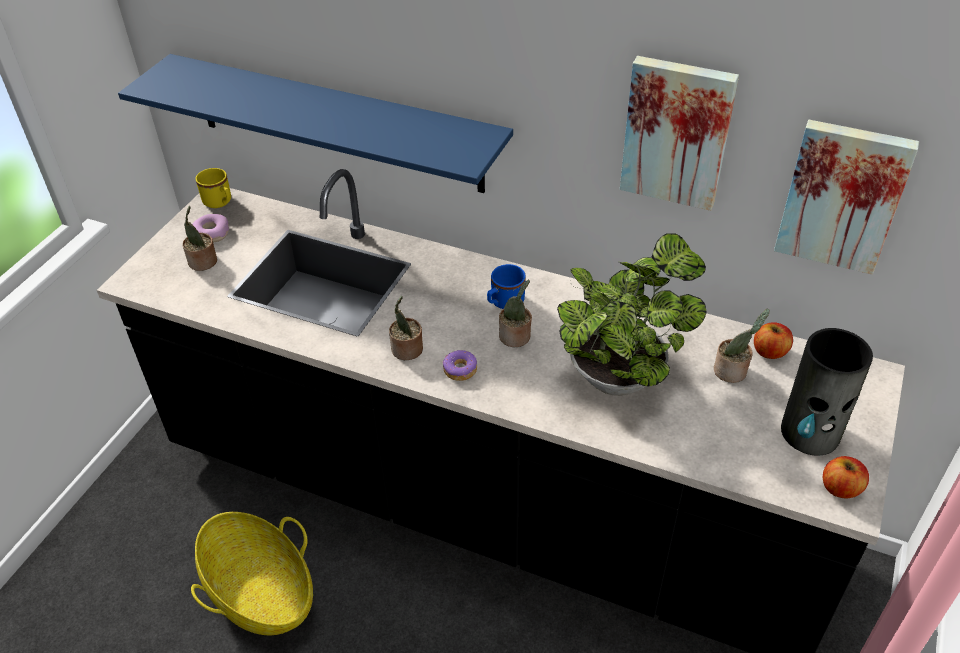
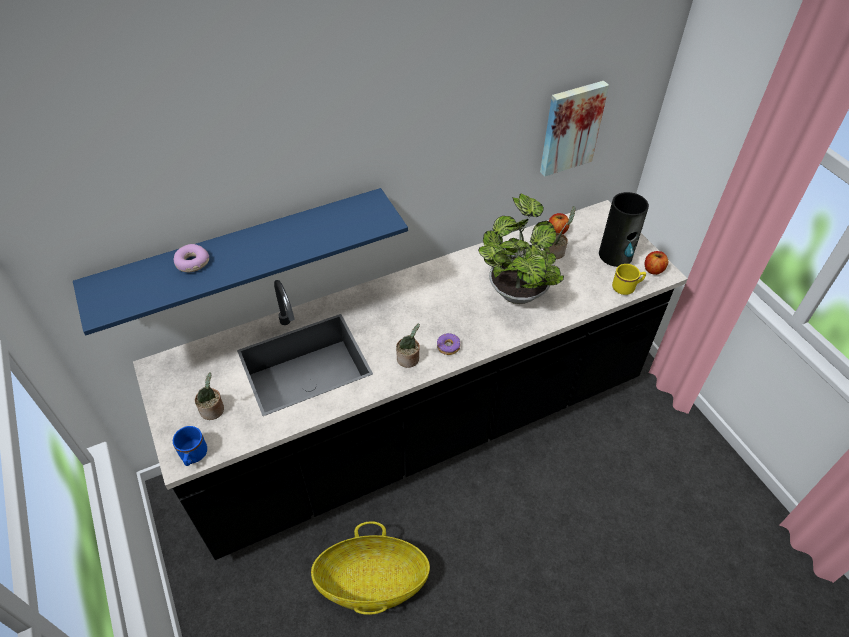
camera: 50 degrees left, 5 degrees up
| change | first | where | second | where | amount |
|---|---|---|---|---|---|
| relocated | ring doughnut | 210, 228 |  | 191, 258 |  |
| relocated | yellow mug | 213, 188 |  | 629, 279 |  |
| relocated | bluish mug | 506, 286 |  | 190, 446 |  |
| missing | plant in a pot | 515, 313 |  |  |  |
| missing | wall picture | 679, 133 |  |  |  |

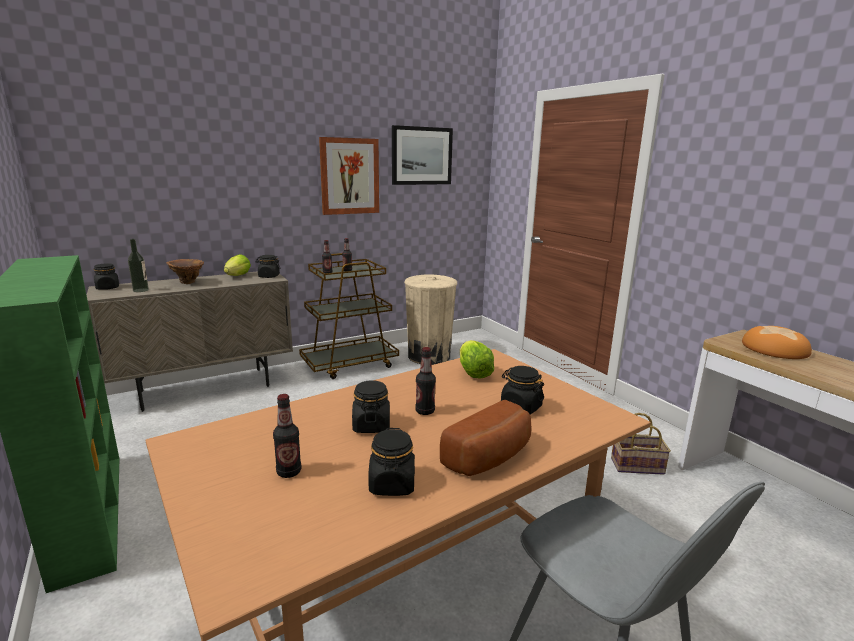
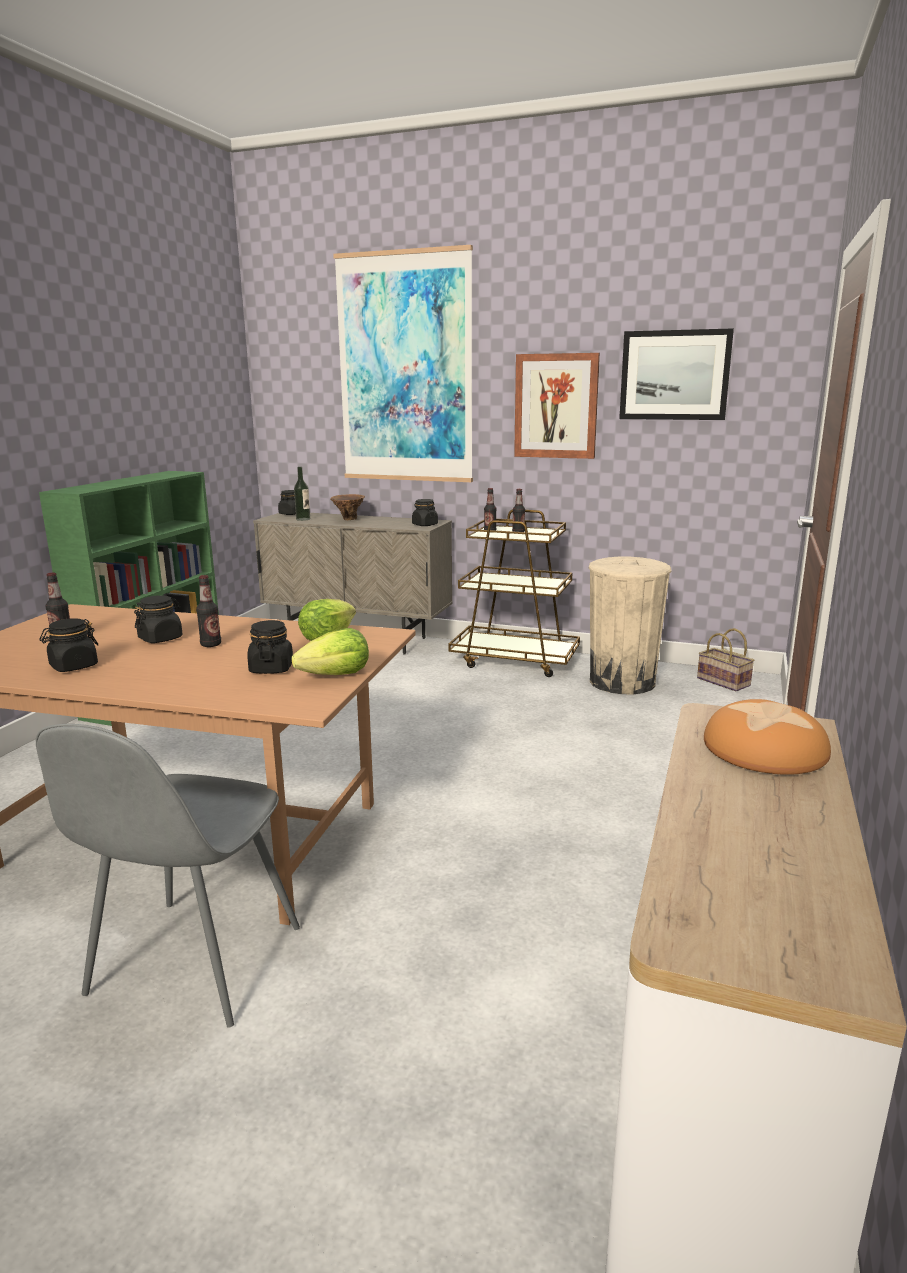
camera: 50 degrees right, 0 degrees up
| change | first | where | second | where | amount |
|---|---|---|---|---|---|
| relocated | lettuce head | 237, 265 |  | 330, 651 |  |
| missing | bakery bread | 485, 438 |  |  |  |
| relocated | storage basket | 641, 444 |  | 726, 659 |  |
| appeared |  |  | wall picture | 403, 363 |  |

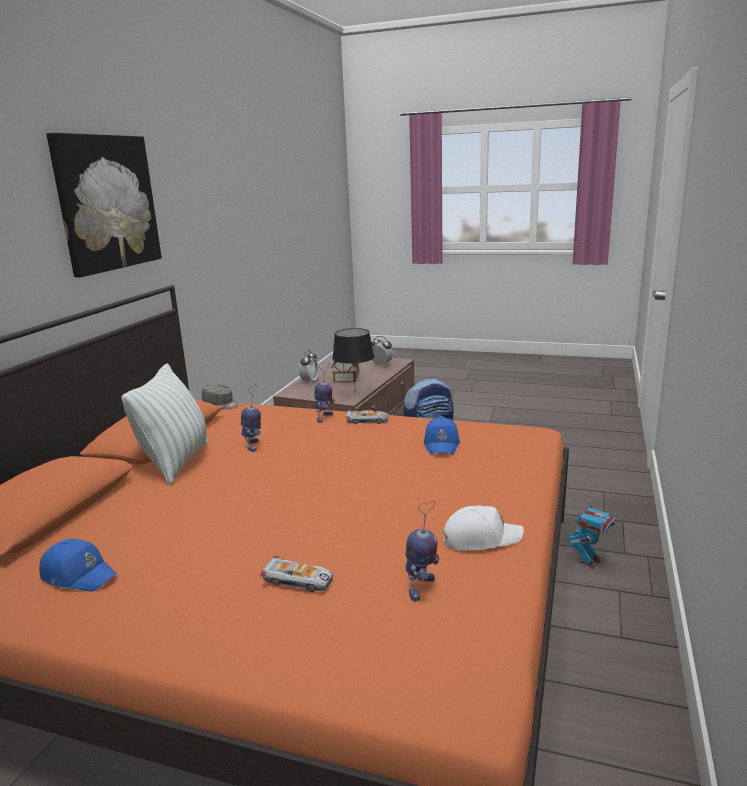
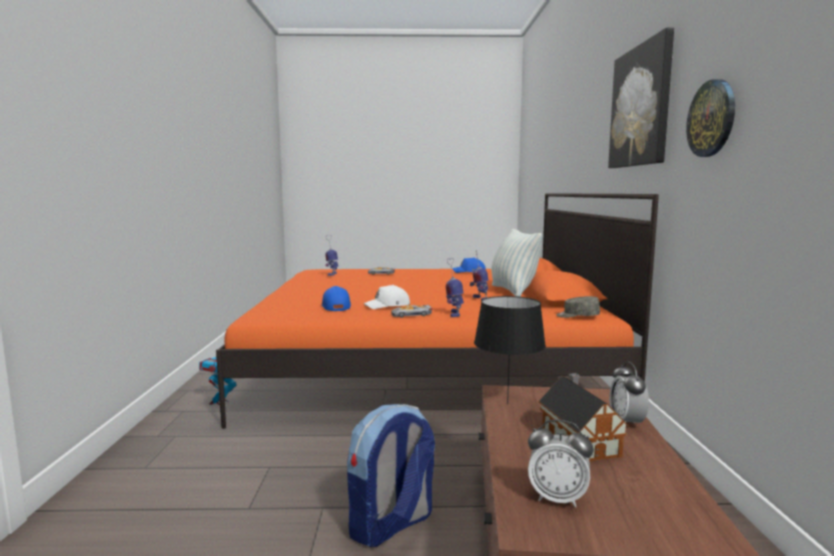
camera: 160 degrees right, 10 degrees down
| change | first | where | second | where | amount |
|---|---|---|---|---|---|
| relocated | white cap | 483, 528 |  | 387, 297 |  |
| appeared |  |  | hanging clock | 710, 118 |  |

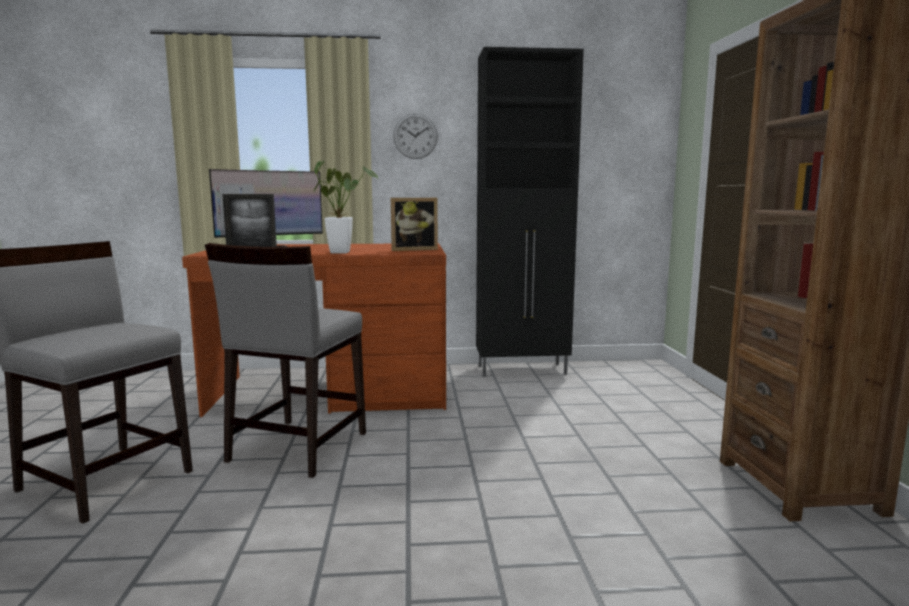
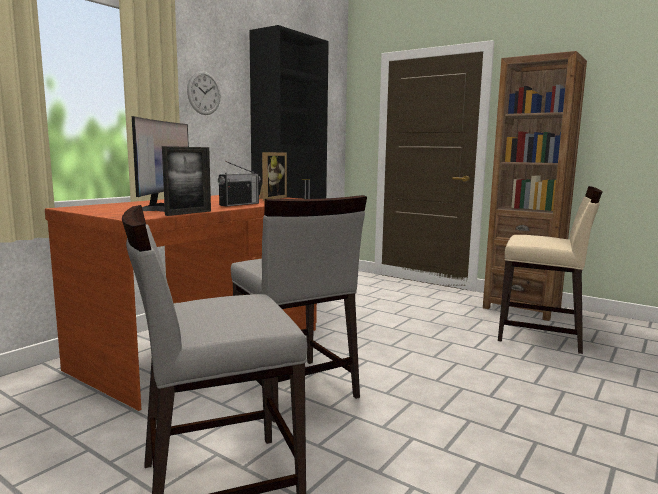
camera: 50 degrees left, 0 degrees up
| change | first | where | second | where | amount |
|---|---|---|---|---|---|
| exchanged | plant in a pot | 346, 207 | radio | 239, 184 |  |
| appeared |  |  | sand-coloured chair | 550, 270 |  |

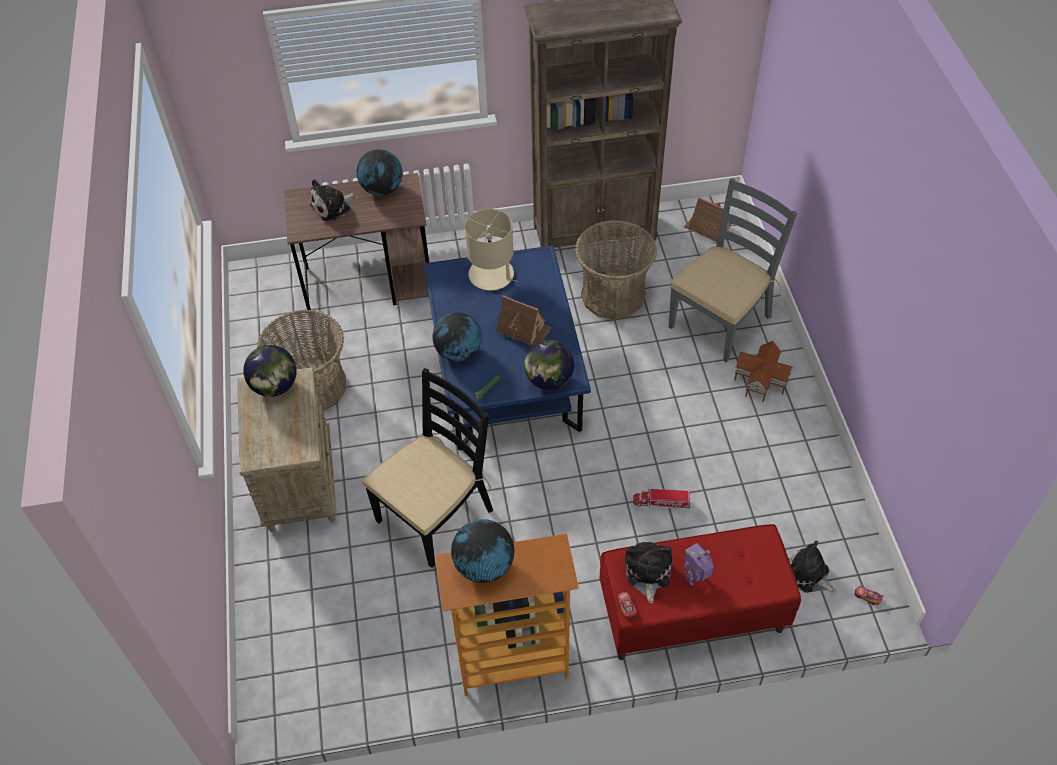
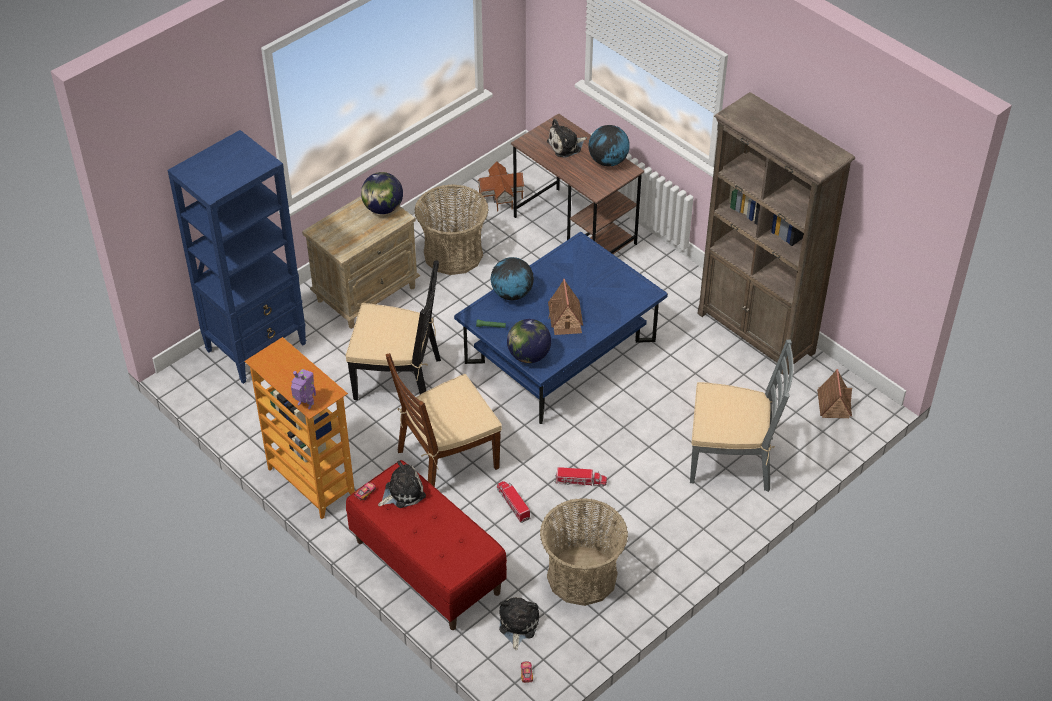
camera: 55 degrees right, 5 degrees down
| change | first | where | second | where | amount |
|---|---|---|---|---|---|
| spun | cuddly toy | 332, 200 |  | 567, 138 | 45 degrees counterclockwise |
| missing | world globe | 482, 551 |  |  |  |
| missing | sand-coloured lamp for a table | 491, 249 |  |  |  |
| relocated | storage basket | 616, 270 |  | 584, 552 |  |
| relocated | toy robot | 698, 564 |  | 303, 389 |  |
| relocated | toy house | 763, 371 |  | 500, 186 |  |
| appeared |  |  | bluish bookshelf | 237, 257 |  |
| appeared |  |  | brown-coloured chair | 444, 420 |  |
| appeared |  |  | model truck | 581, 477 |  |

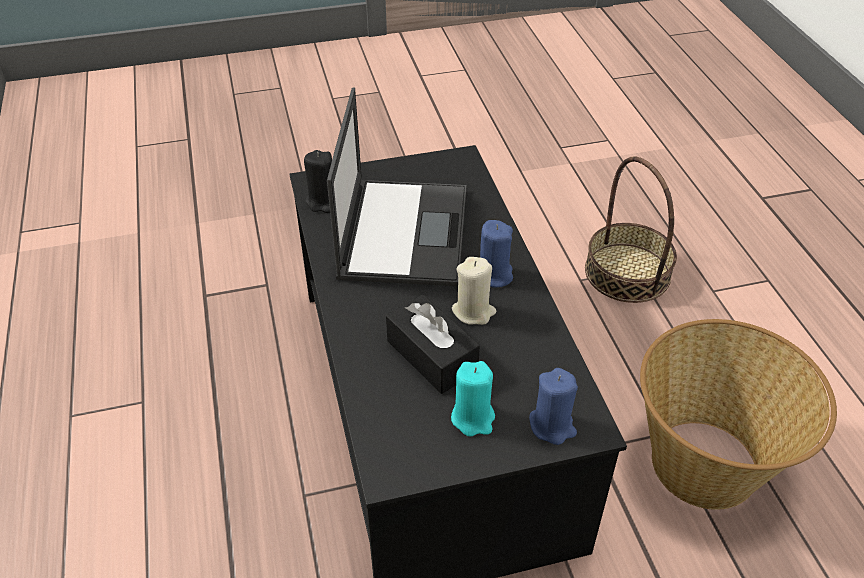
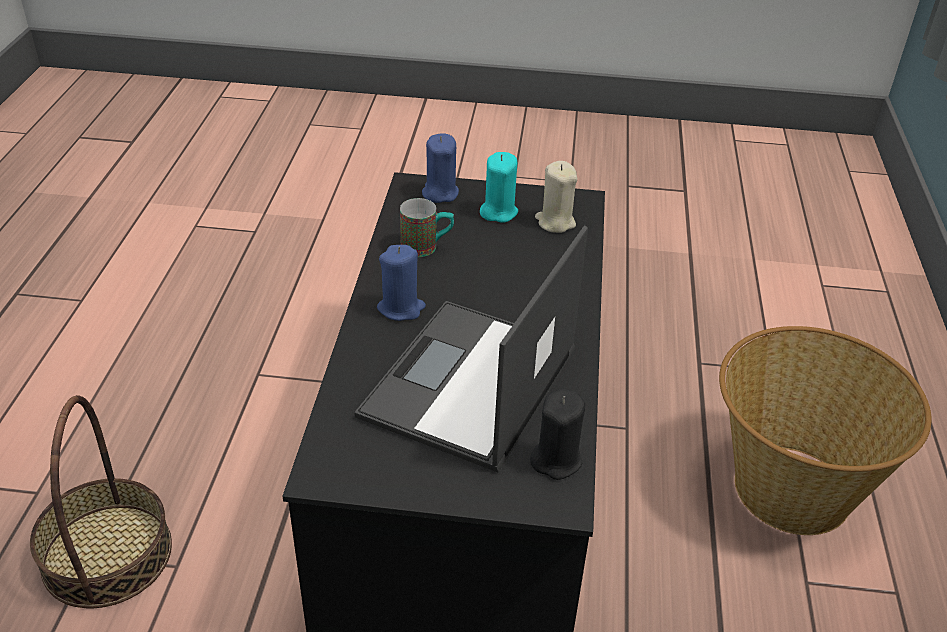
camera: 160 degrees left, 5 degrees down
| change | first | where | second | where | amount |
|---|---|---|---|---|---|
| missing | blackish tissue holder | 433, 344 |  |  |  |
| relocated | sand-coloured candle | 474, 291 |  | 556, 197 |  |
| relocated | storage basket | 738, 414 |  | 825, 430 |  |
| appeared |  |  | mug | 427, 227 |  |

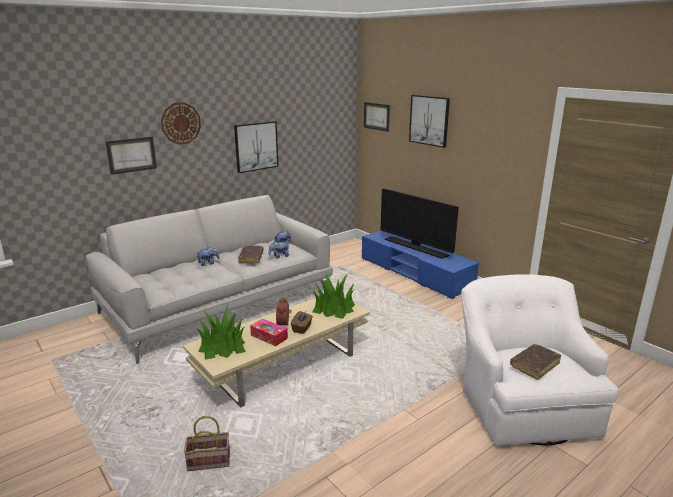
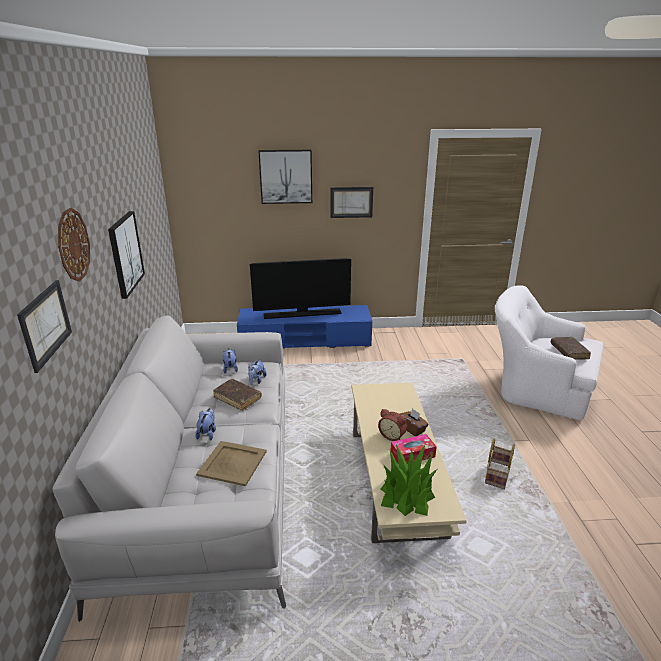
camera: 55 degrees left, 5 degrees up
| change | first | where | second | where | amount |
|---|---|---|---|---|---|
| relocated | storage basket | 207, 443 |  | 500, 464 |  |
| missing | plant in a pot | 334, 296 |  |  |  |
| relocated | wall picture | 377, 117 |  | 351, 202 |  |
| appeared |  |  | sand-coloured carrying tray | 231, 463 |  |

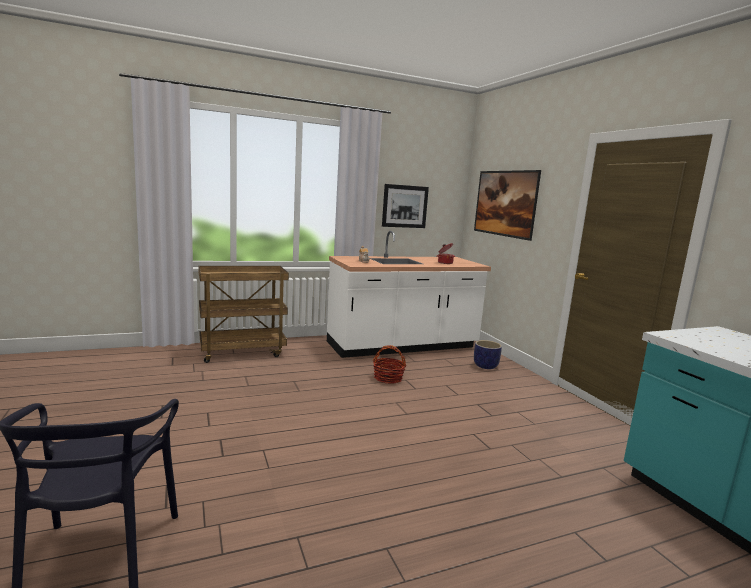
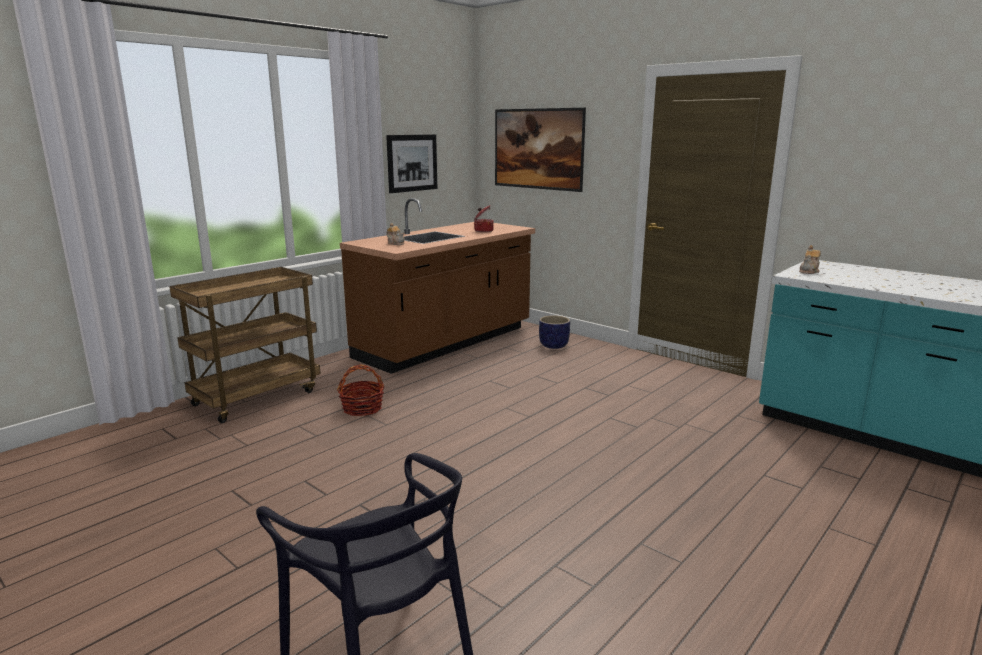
camera: 25 degrees left, 5 degrees up
| change | first | where | second | where | amount |
|---|---|---|---|---|---|
| colour | white kitchen base unit | 409, 294 | brown-coloured kitchen base unit | 437, 286 |  |
| relocated | storage basket | 389, 364 |  | 361, 390 |  |
| appeared |  |  | teapot | 810, 259 |  |

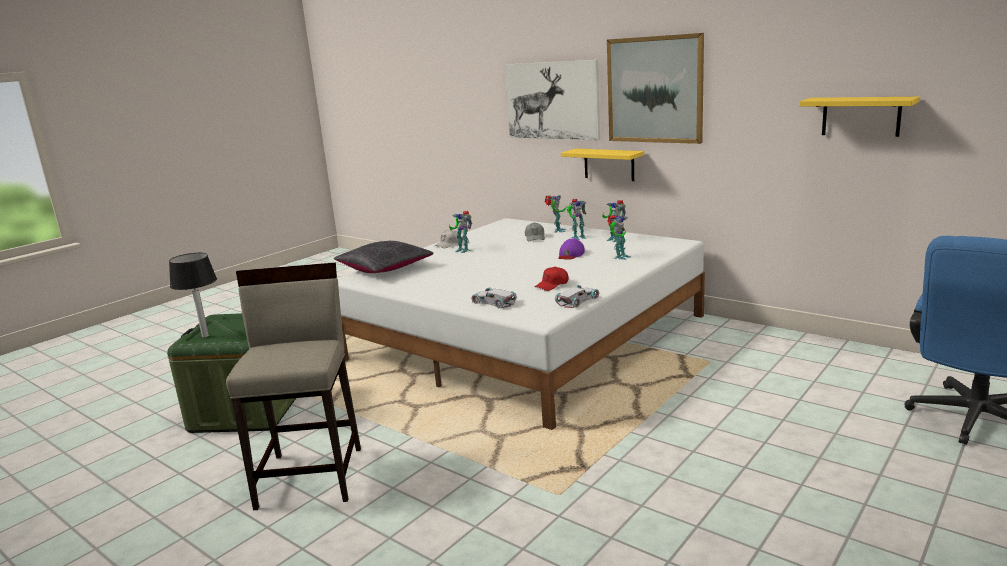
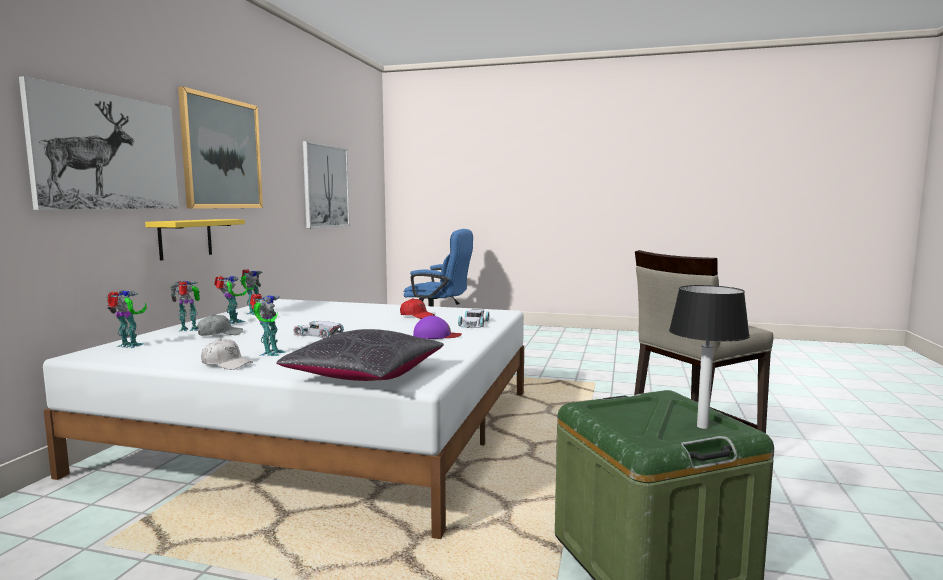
camera: 115 degrees left, 10 degrees down
| change | first | where | second | where | amount |
|---|---|---|---|---|---|
| relocated | white toy car | 577, 296 |  | 318, 330 |  |
| relocated | purple-coloured cap | 571, 249 |  | 437, 327 |  |
| relocated | toy robot | 618, 237 |  | 127, 319 |  |
| exchanged | yellow shelf | 859, 117 | wall picture | 326, 185 |  |

